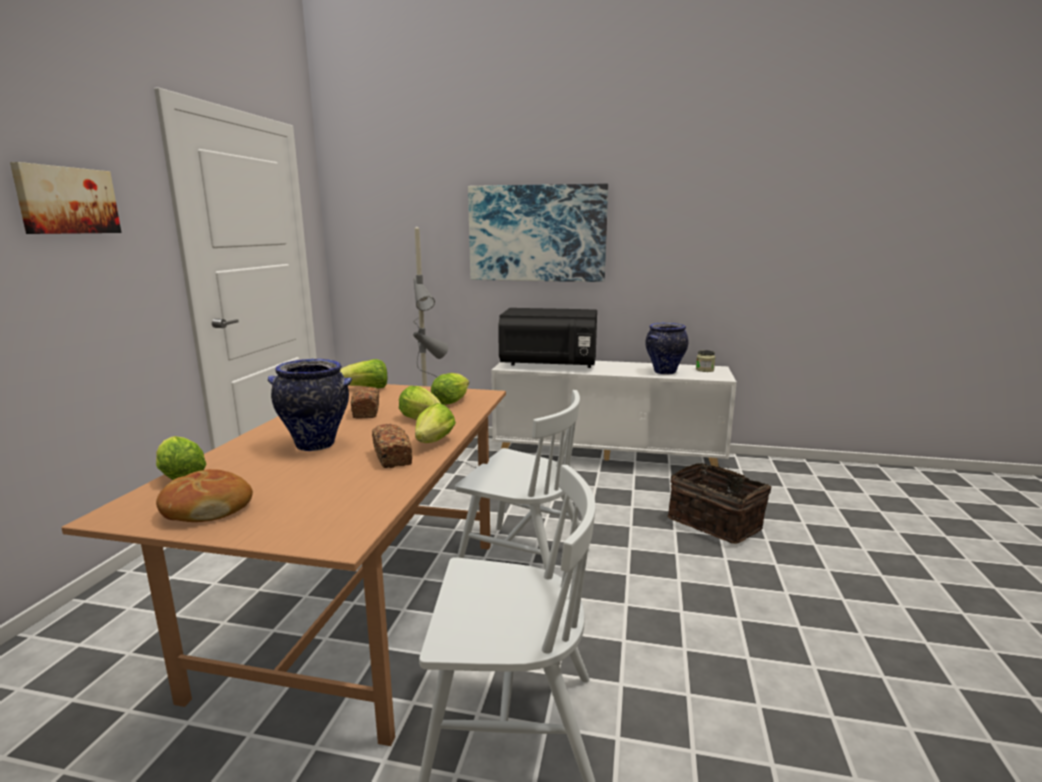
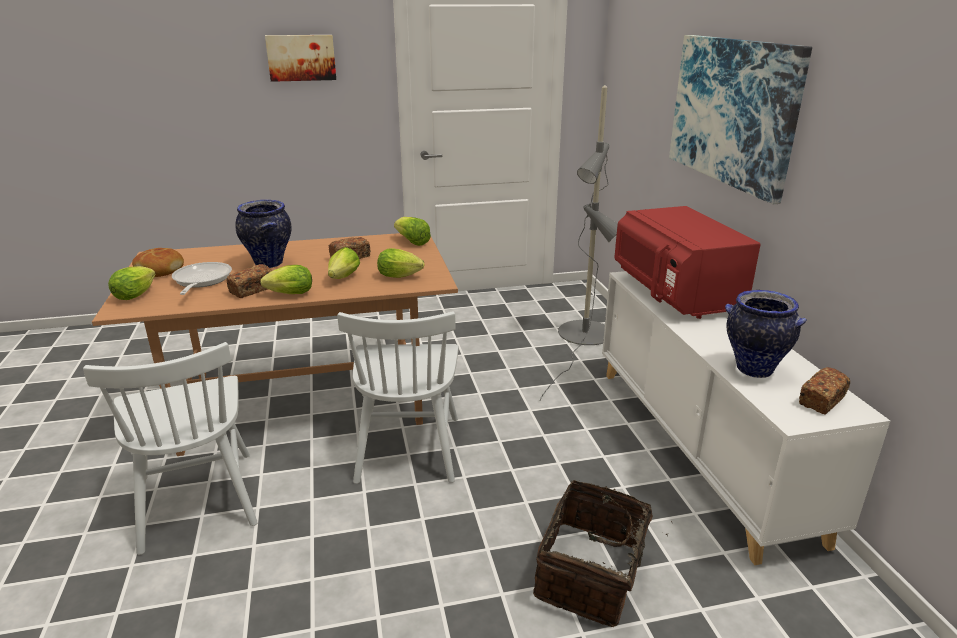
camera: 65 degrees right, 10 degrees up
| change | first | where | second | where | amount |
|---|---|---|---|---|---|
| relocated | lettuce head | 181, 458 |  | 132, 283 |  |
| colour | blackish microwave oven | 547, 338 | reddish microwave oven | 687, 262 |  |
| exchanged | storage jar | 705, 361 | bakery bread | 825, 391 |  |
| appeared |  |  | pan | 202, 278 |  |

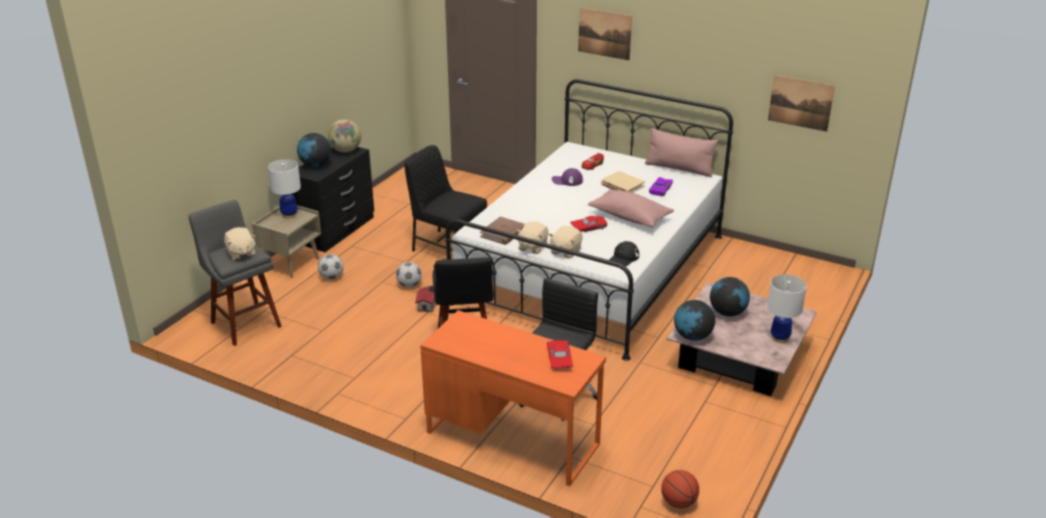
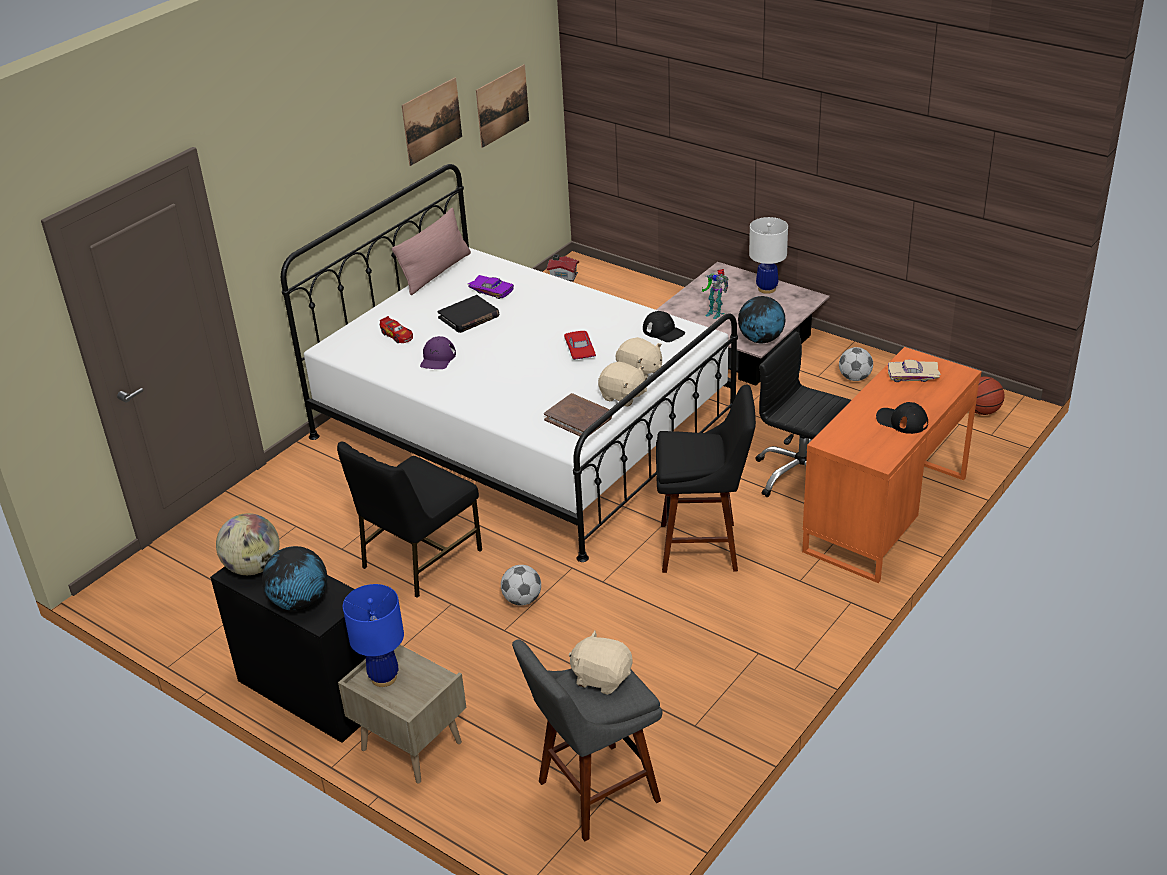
camera: 80 degrees left, 5 degrees up
| change | first | where | second | where | amount |
|---|---|---|---|---|---|
| spun | sand-coloured cuddly toy | 240, 243 |  | 600, 662 | 135 degrees counterclockwise |
| colour | white lamp for a table | 284, 188 | bluish lamp for a table | 373, 635 |  |
| relocated | football ball | 331, 267 |  | 856, 364 |  |
| relocated | toy house | 425, 299 |  | 563, 268 |  |
| colour | reddish toy car | 560, 354 | sand-coloured toy car | 914, 371 |  |
| relocated | wall picture | 605, 33 |  | 432, 122 |  |
| missing | pink-coloured throw pillow | 631, 208 |  |  |  |
| colour | sand-coloured volume | 623, 182 | blackish volume | 468, 314 |  |
| exchanged | world globe | 730, 296 | toy robot | 715, 294 |  |
| appeared |  |  | blackish cap | 902, 418 |  |

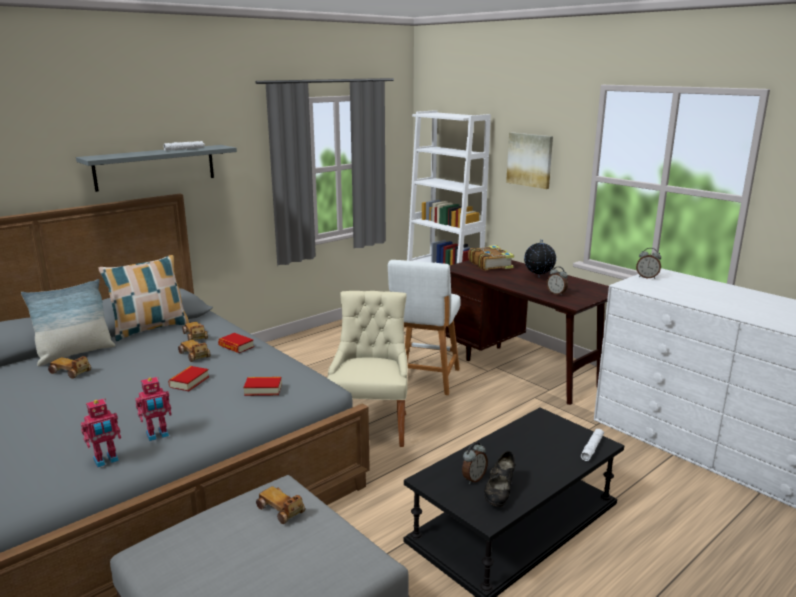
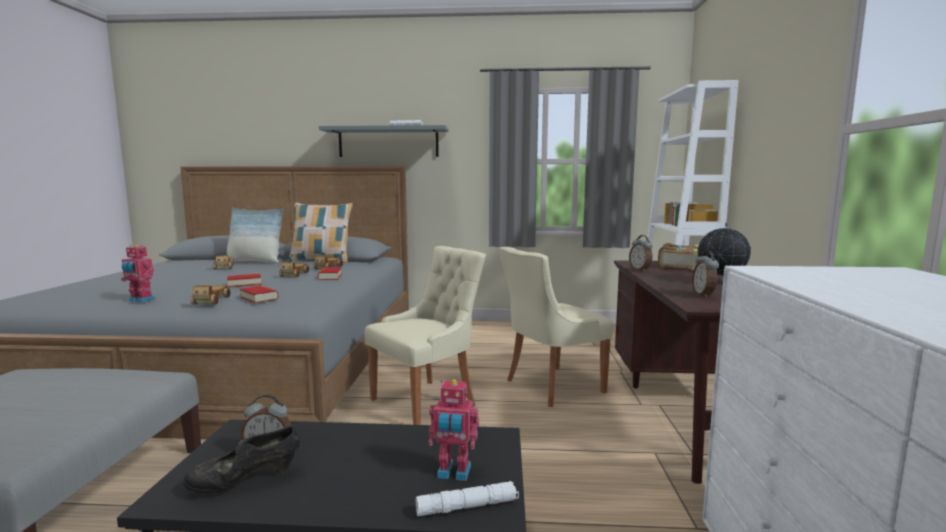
camera: 45 degrees right, 10 degrees down
| change | first | where | second | where | amount |
|---|---|---|---|---|---|
| relocated | toy robot | 101, 433 |  | 454, 430 |  |
| relocated | toy car | 280, 505 |  | 210, 294 |  |
| exchanged | white sitting stool | 424, 327 | sand-coloured chair | 556, 327 |  |
| missing | wall picture | 529, 160 |  |  |  |
| relocated | alarm clock | 648, 263 |  | 641, 253 |  |

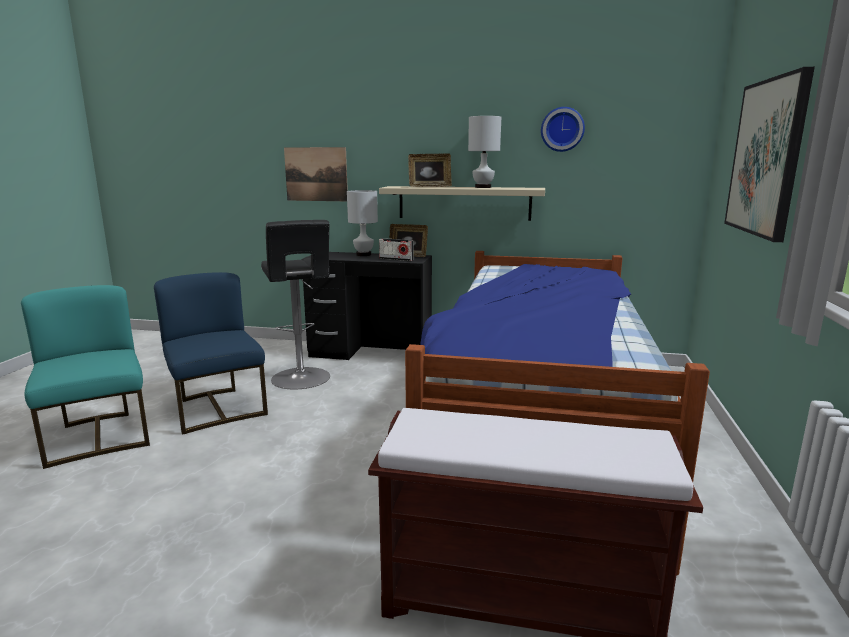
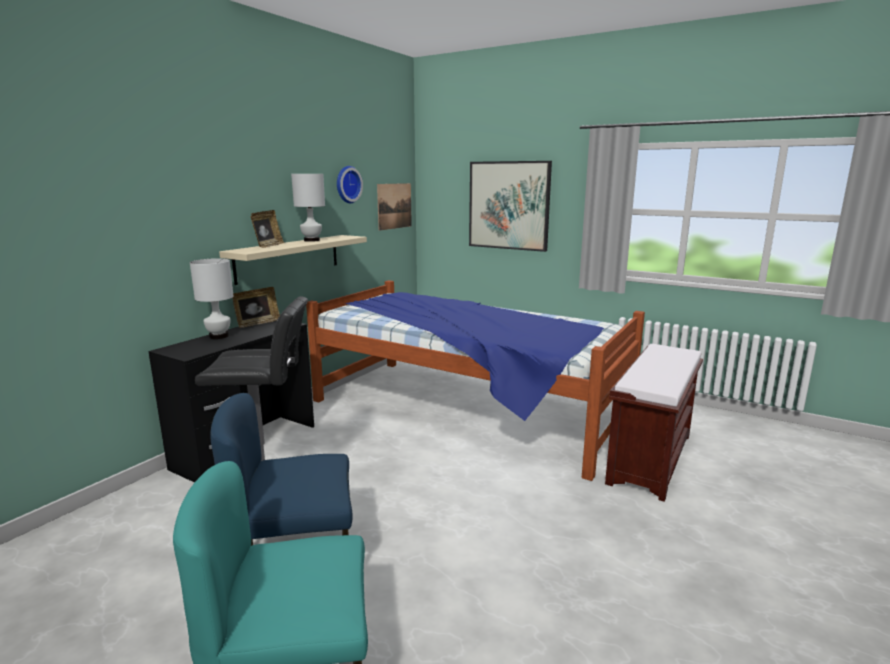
camera: 70 degrees left, 0 degrees up
| change | first | where | second | where | amount |
|---|---|---|---|---|---|
| relocated | wall picture | 316, 174 |  | 394, 207 |  |
| missing | radio | 396, 249 |  |  |  |

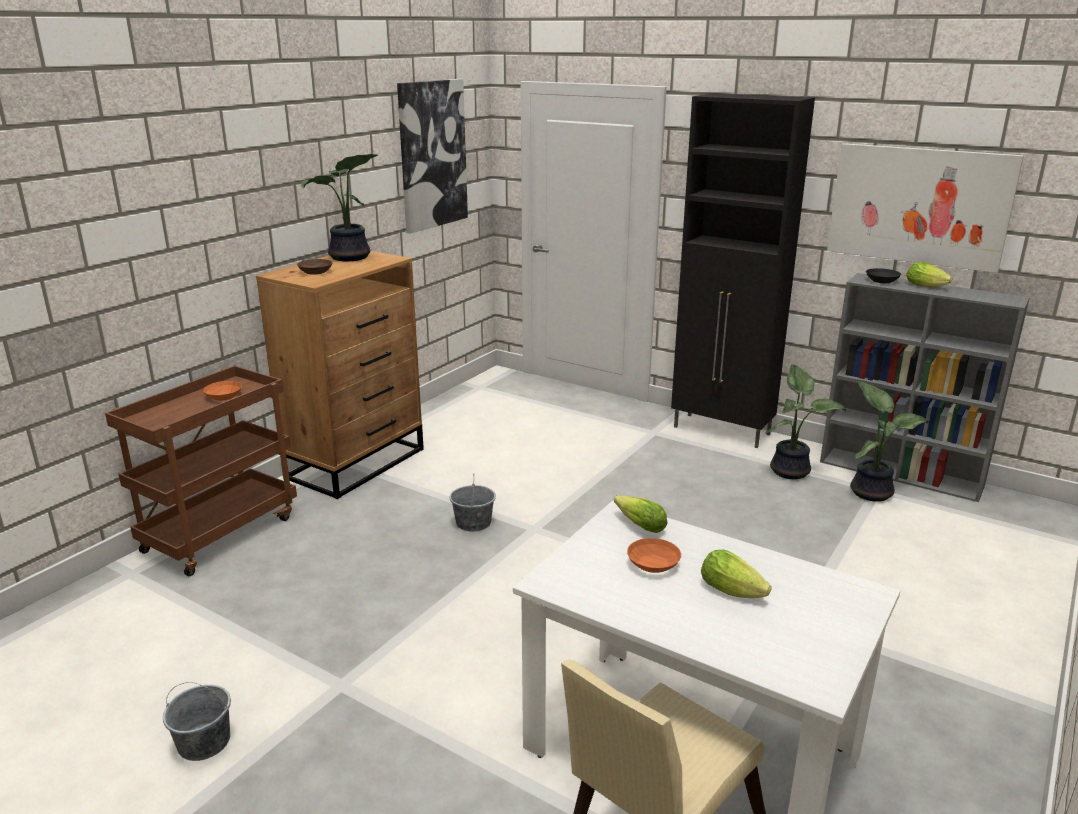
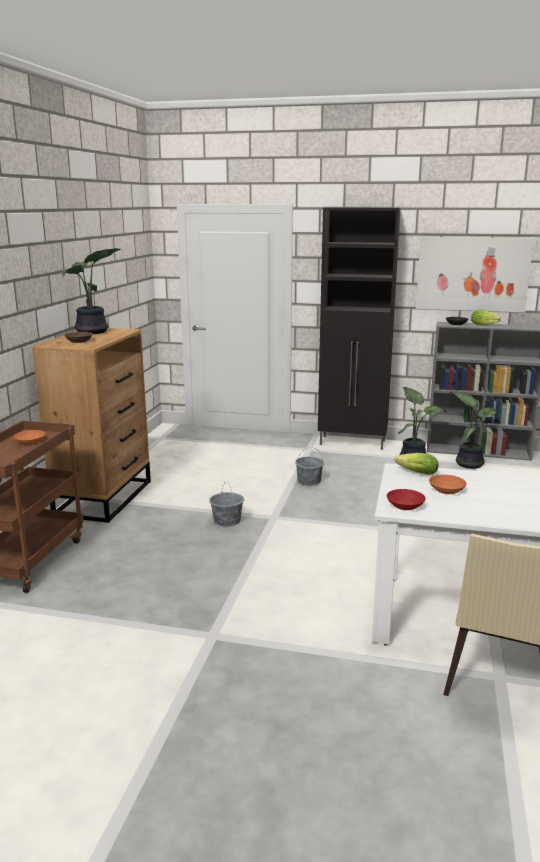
camera: 20 degrees left, 5 degrees down
| change | first | where | second | where | amount |
|---|---|---|---|---|---|
| relocated | gray bucket | 197, 721 |  | 309, 466 |  |
| missing | wall picture | 432, 156 |  |  |  |
| missing | lettuce head | 736, 573 |  |  |  |
| appeared |  |  | reddish deep dish | 406, 499 |  |

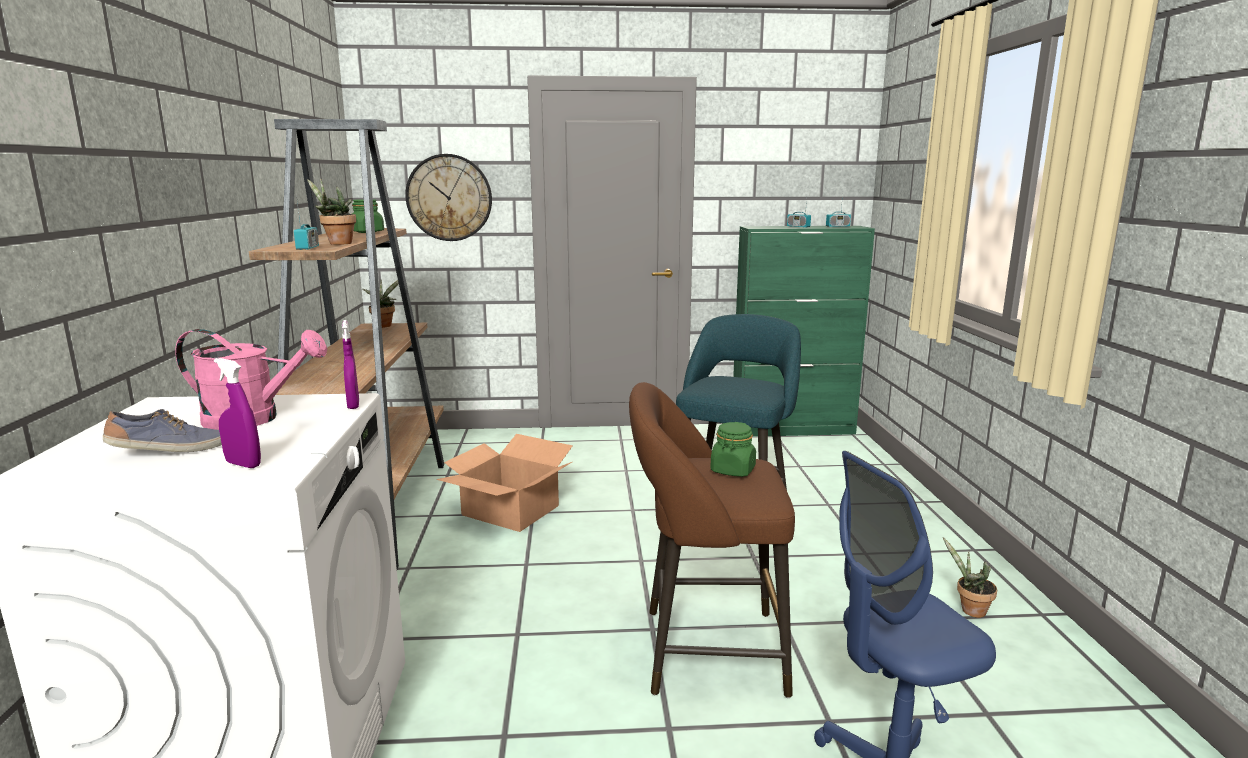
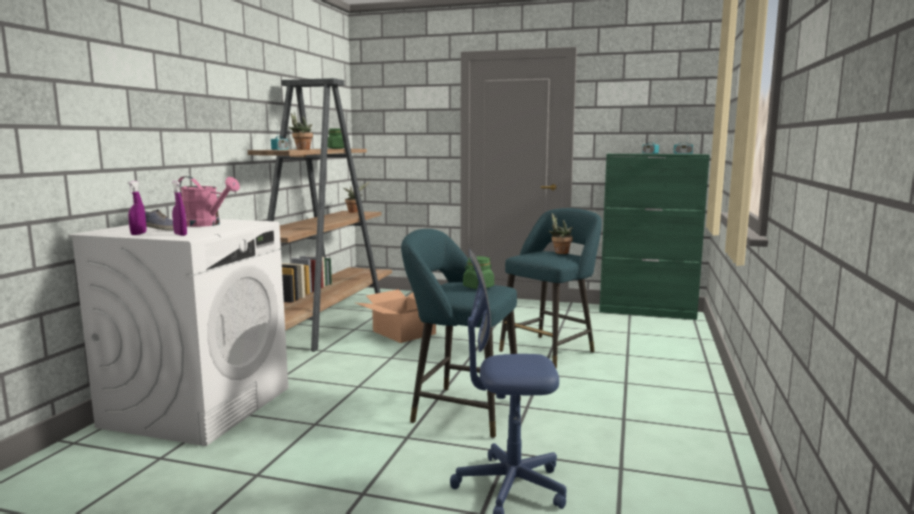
camera: 20 degrees right, 5 degrees down
| change | first | where | second | where | amount |
|---|---|---|---|---|---|
| relocated | purple-coloured spray bottle | 350, 364 |  | 137, 208 |  |
| missing | hanging clock | 448, 197 |  |  |  |
| colour | brown-coloured sitting stool | 712, 540 | turquoise sitting stool | 461, 333 |  |
| relocated | plant in a pot | 970, 577 |  | 561, 233 |  |

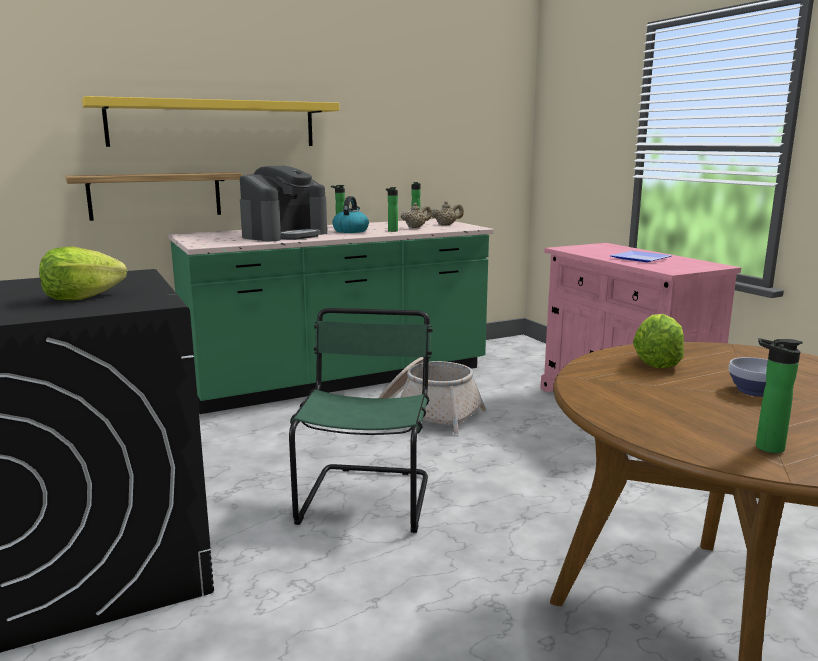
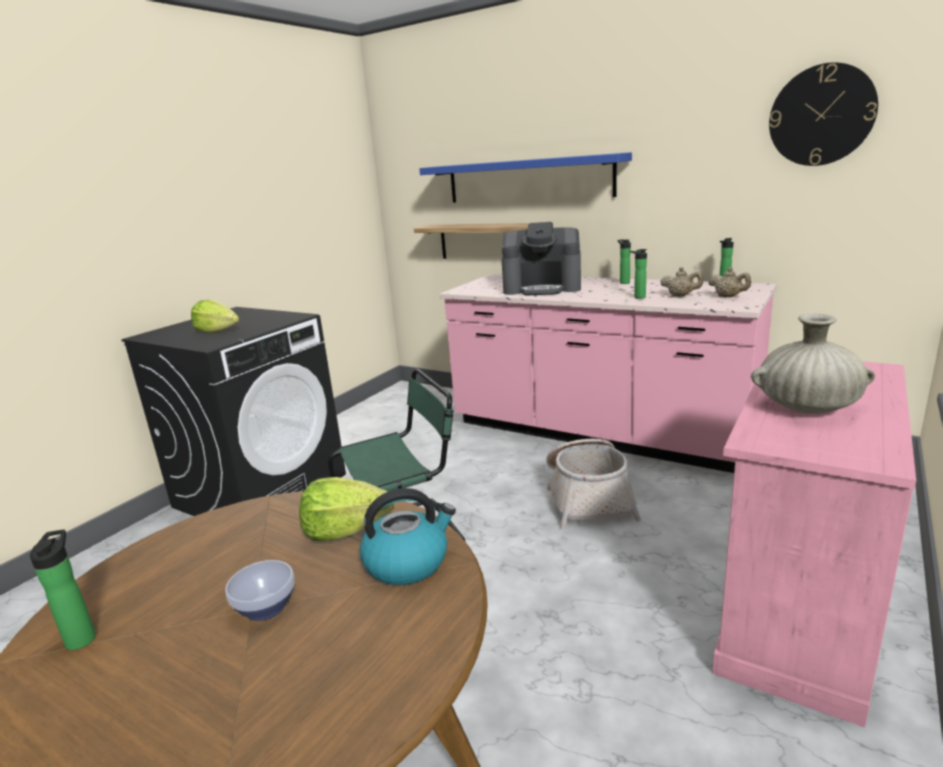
camera: 60 degrees right, 5 degrees up
| change | first | where | second | where | amount |
|---|---|---|---|---|---|
| colour | yellow shelf | 210, 121 | bluish shelf | 525, 177 |  |
| colour | greenish kitchen base unit | 331, 316 | pink-coloured kitchen base unit | 608, 373 |  |
| relocated | tea kettle | 350, 214 |  | 408, 536 |  |
| exchanged | dinner plate | 641, 256 | sand-coloured flower vase | 813, 364 |  |
| appeared |  |  | hanging clock | 823, 114 |  |

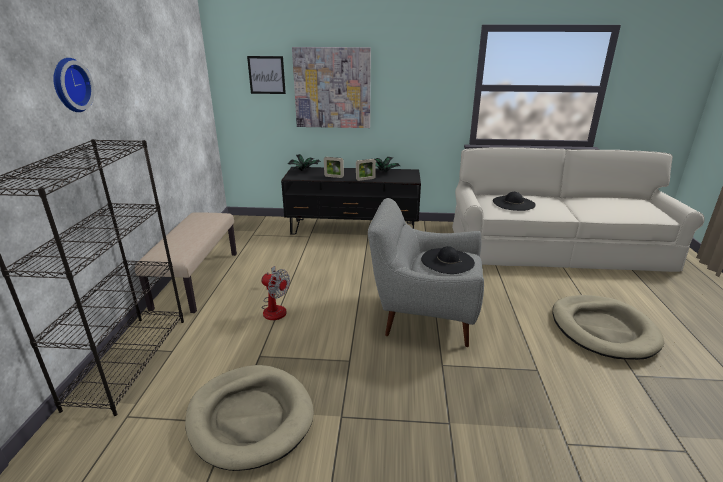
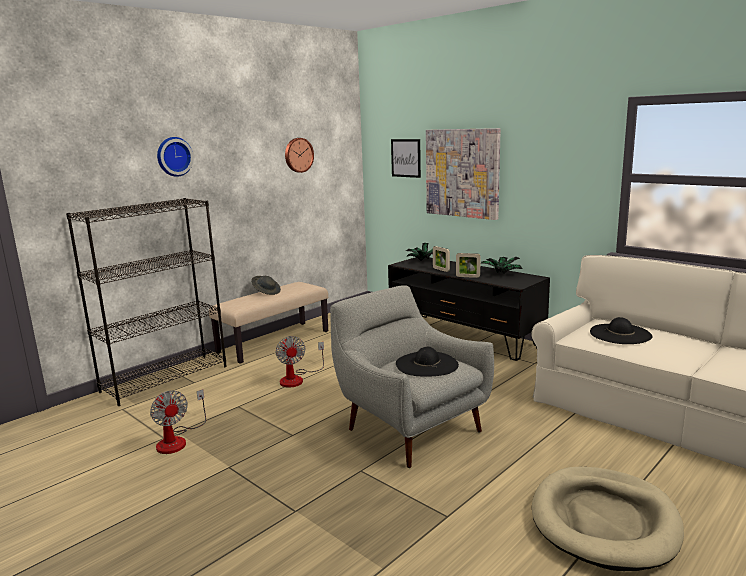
camera: 40 degrees right, 10 degrees down
| change | first | where | second | where | amount |
|---|---|---|---|---|---|
| exchanged | sand-coloured pet bed | 249, 418 | fan | 178, 421 |  |
| appeared |  |  | gray clothing hat | 266, 285 |  |
| appeared |  |  | hanging clock | 299, 155 |  |

